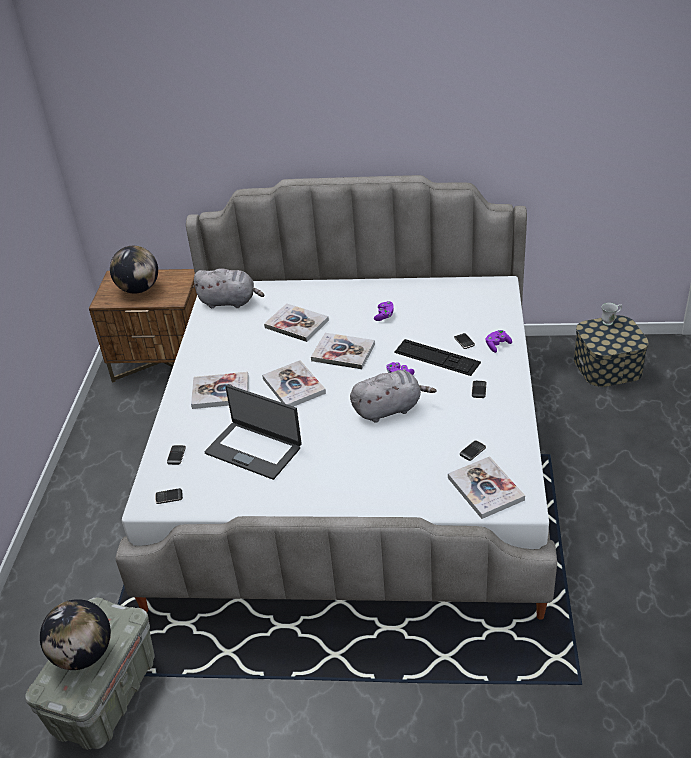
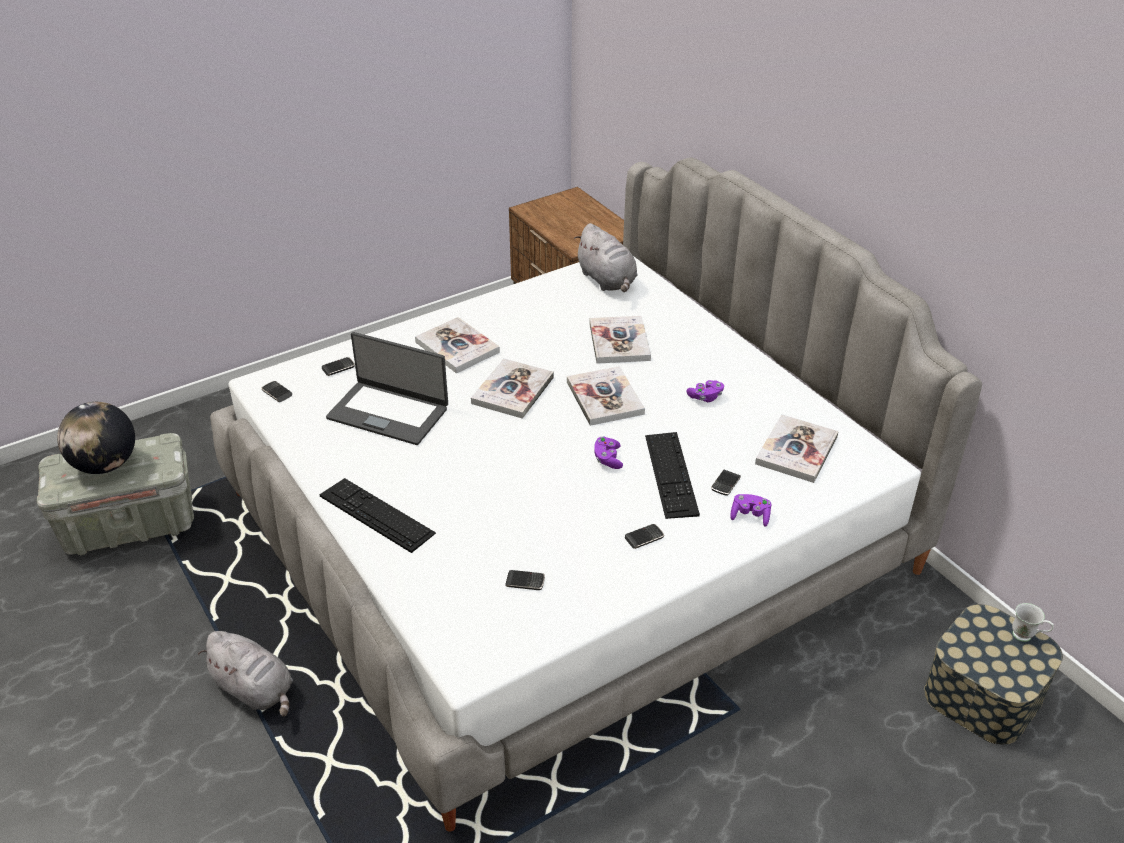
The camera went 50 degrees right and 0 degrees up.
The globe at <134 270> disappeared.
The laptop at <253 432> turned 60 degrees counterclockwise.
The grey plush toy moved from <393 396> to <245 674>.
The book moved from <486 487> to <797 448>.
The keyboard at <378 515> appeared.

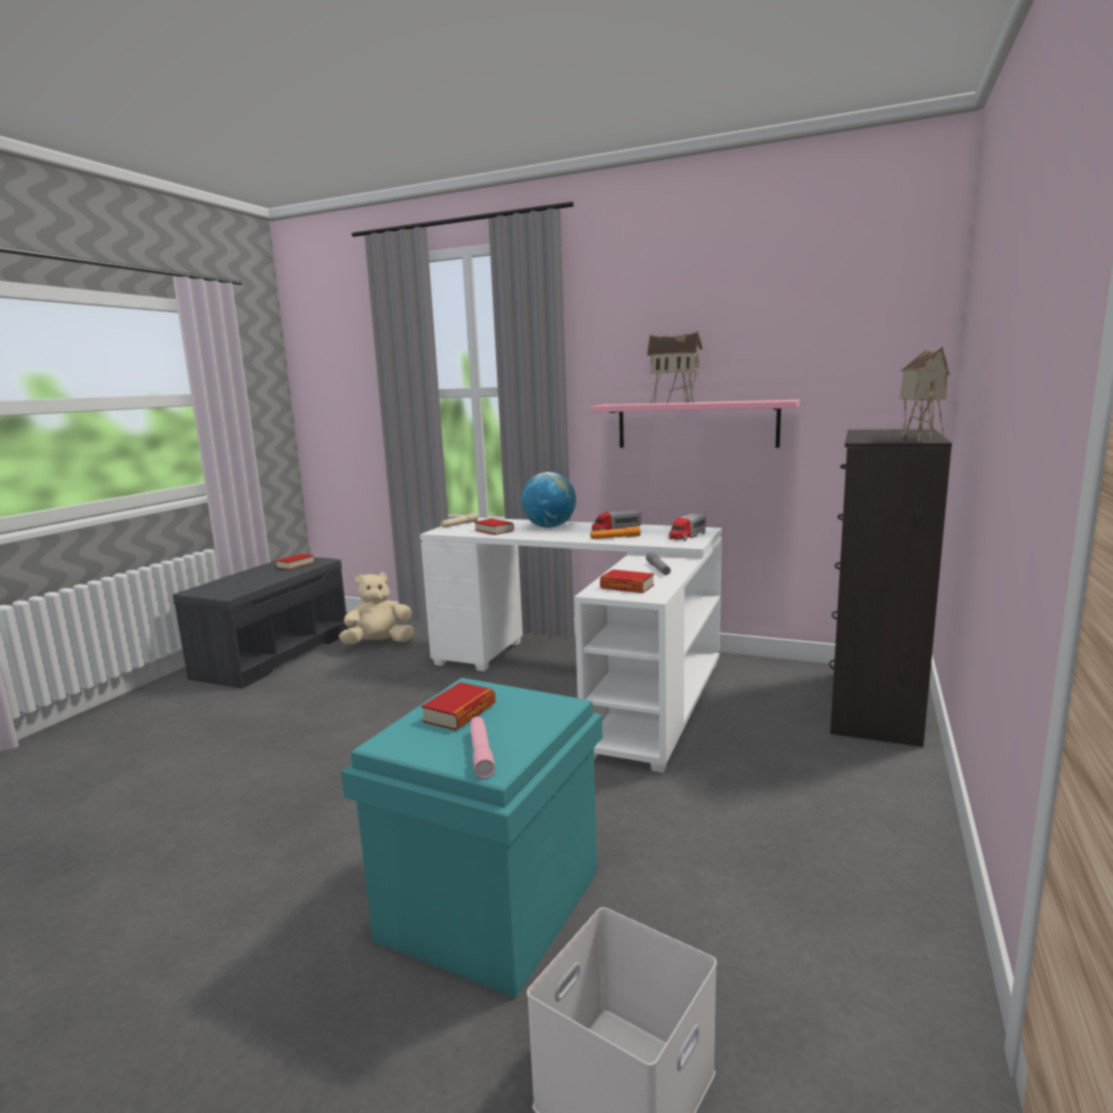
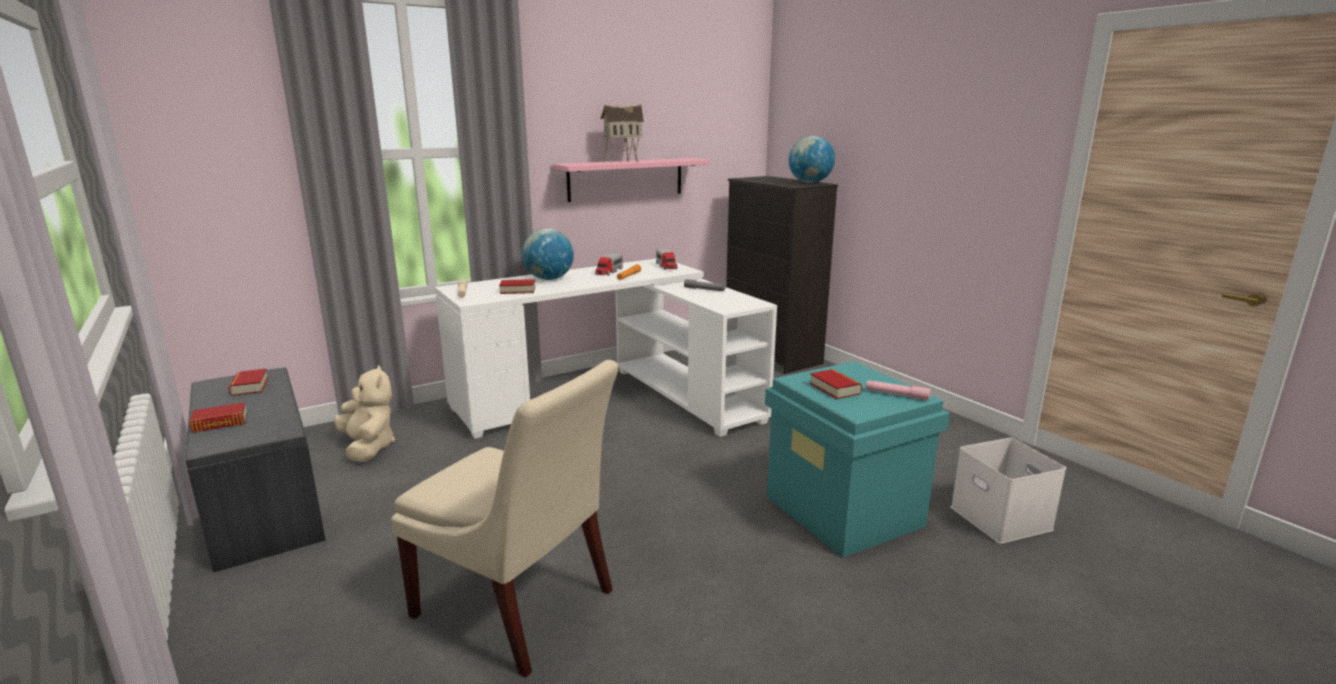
The camera went 55 degrees left and 5 degrees up.
The beige plush toy at <377 608> turned 135 degrees clockwise.
The book moved from <627 581> to <218 417>.
The toy house at <924 393> was replaced by the globe at <812 159>.
The beige chair at <504 518> appeared.

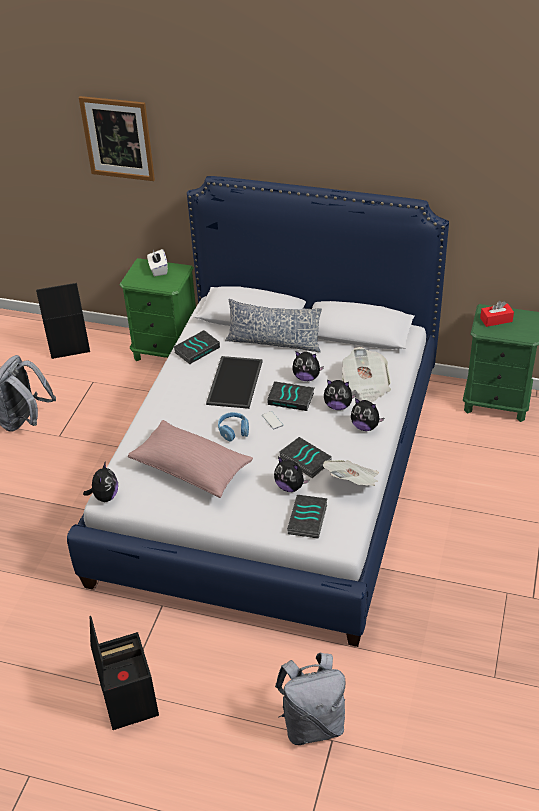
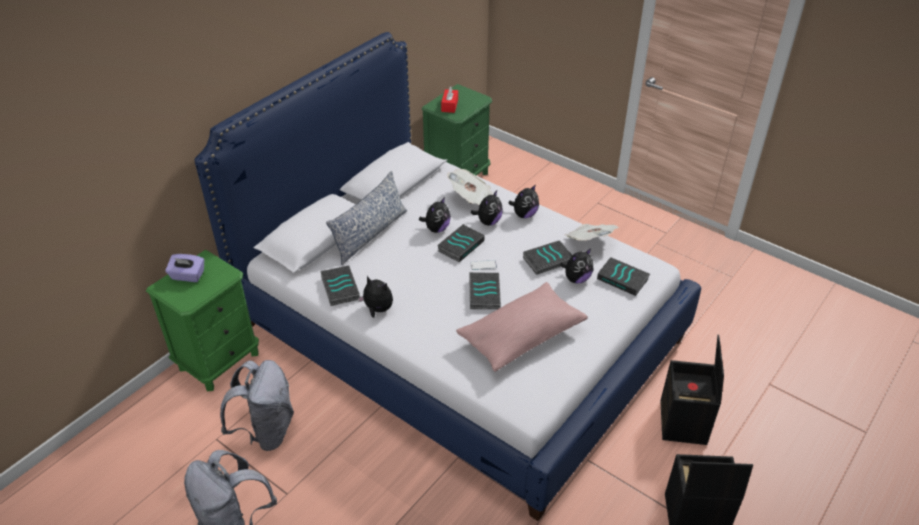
The camera went 70 degrees left and 0 degrees up.
The black storage box moved from <63 321> to <692 390>.
The picture at <117 138> disappeared.
The plush toy moved from <100 482> to <375 297>.
The white tissue box at <157 262> became the purple tissue box at <184 268>.
The tray at <234 382> disappeared.
The blue headphones at <233 427> was replaced by the book at <485 290>.
The grey backpack moved from <310 699> to <257 405>.

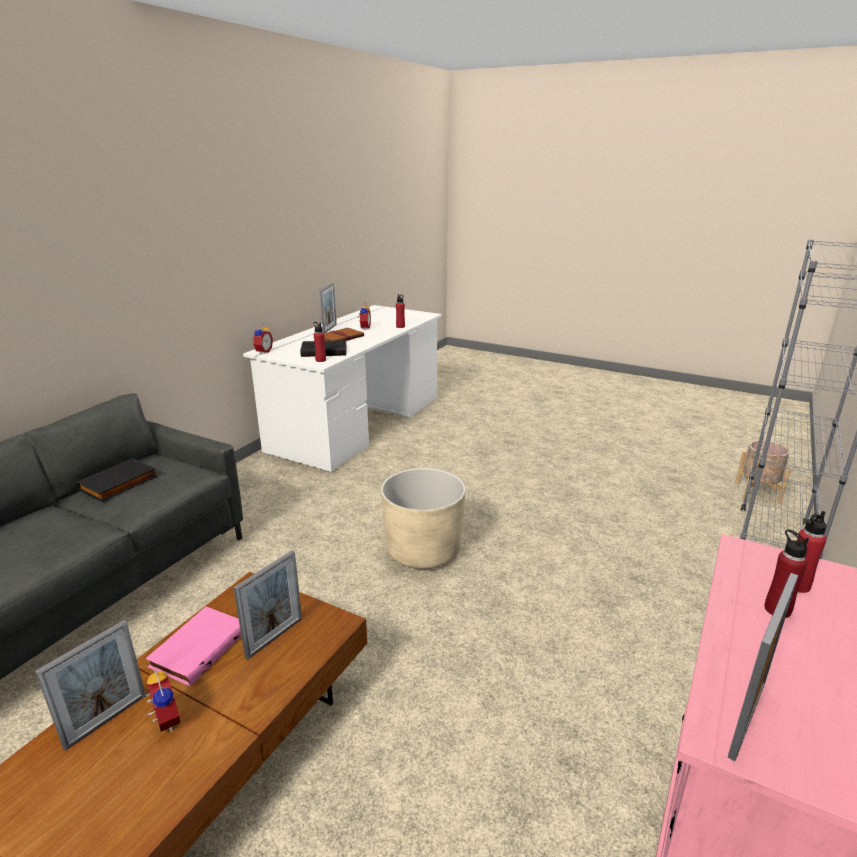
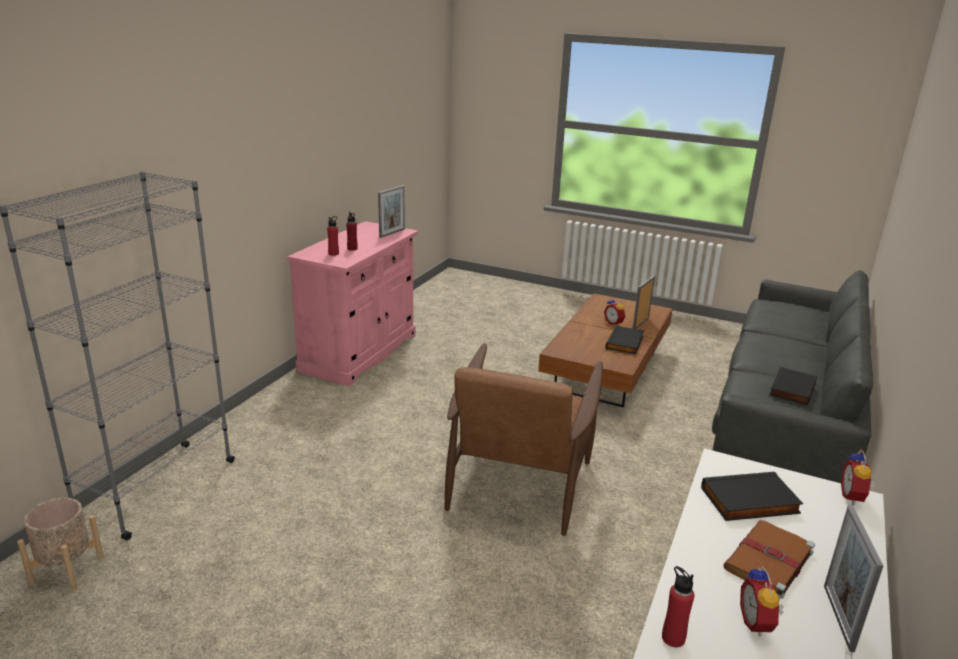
The camera went 175 degrees right and 0 degrees up.
The pink book at <193 646> became the black book at <625 339>.
The picture frame at <267 605> disappeared.
The red bottle at <319 342> disappeared.
The beige planter at <423 518> was replaced by the brown armchair at <524 439>.

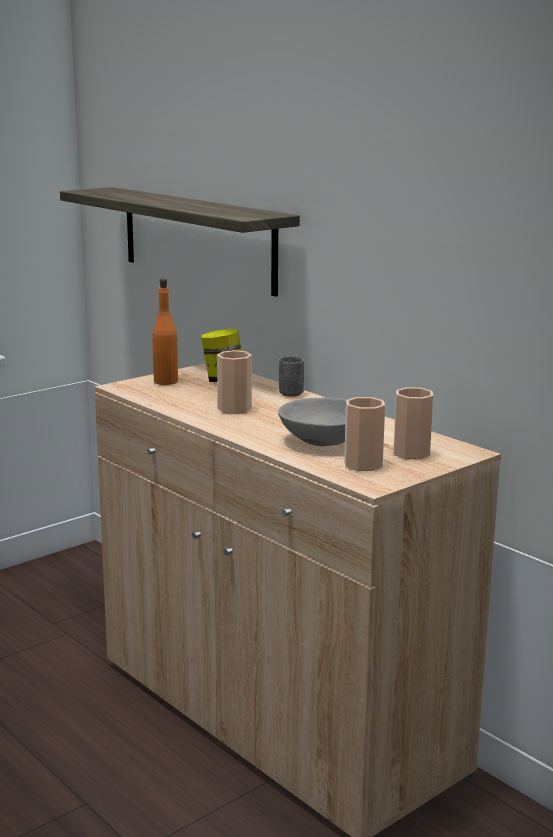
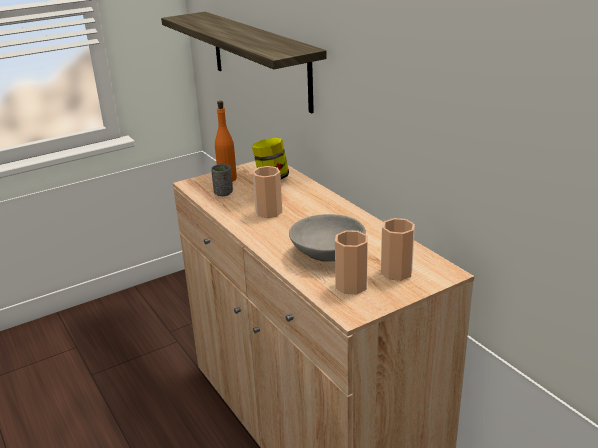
The camera went 10 degrees right and 10 degrees up.
The grey cup moved from <291 377> to <222 180>.

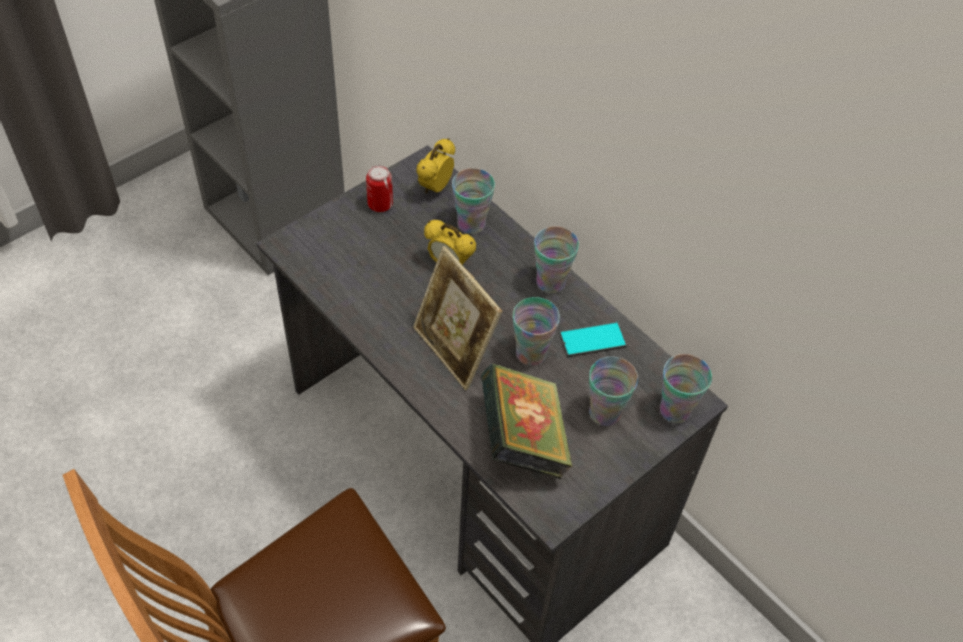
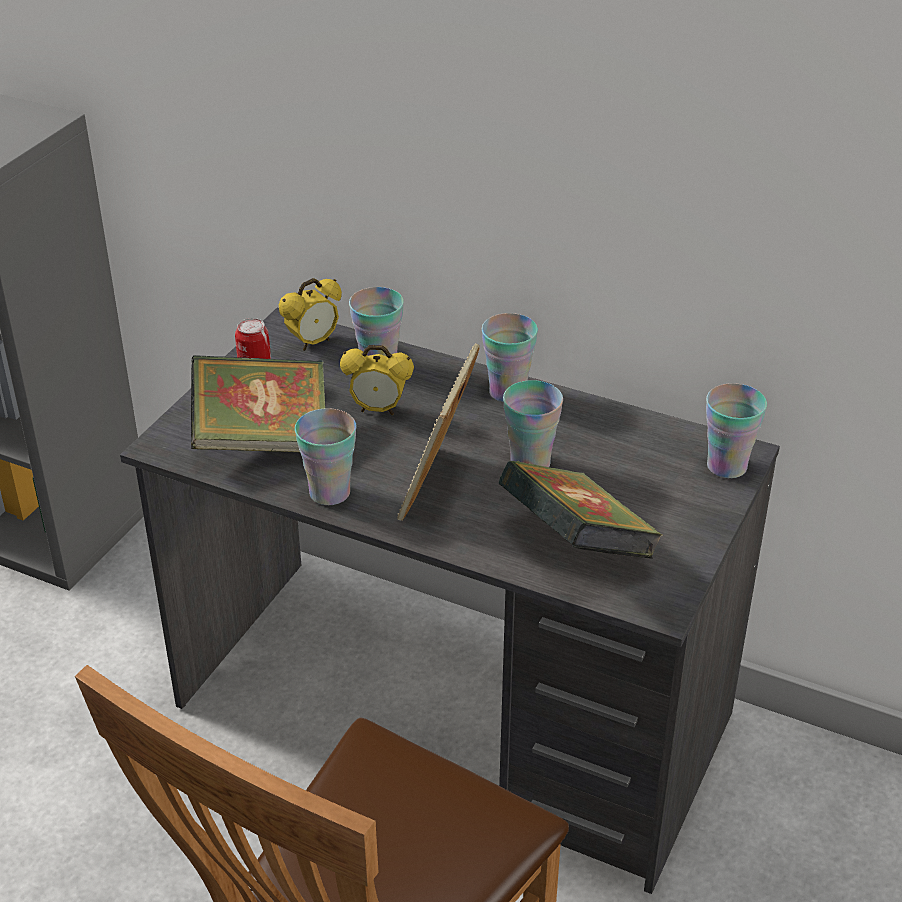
The camera went 20 degrees left and 15 degrees down.
The picture frame at <457 318> turned 75 degrees clockwise.
The alarm clock at <435 165> turned 135 degrees counterclockwise.
The phone at <594 339> disappeared.
The cup moved from <613 391> to <325 456>.
The book at <258 403> appeared.

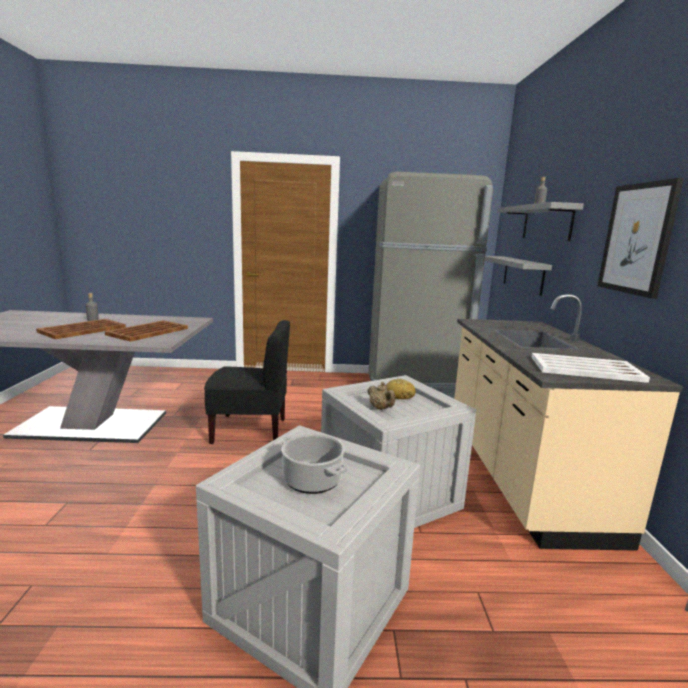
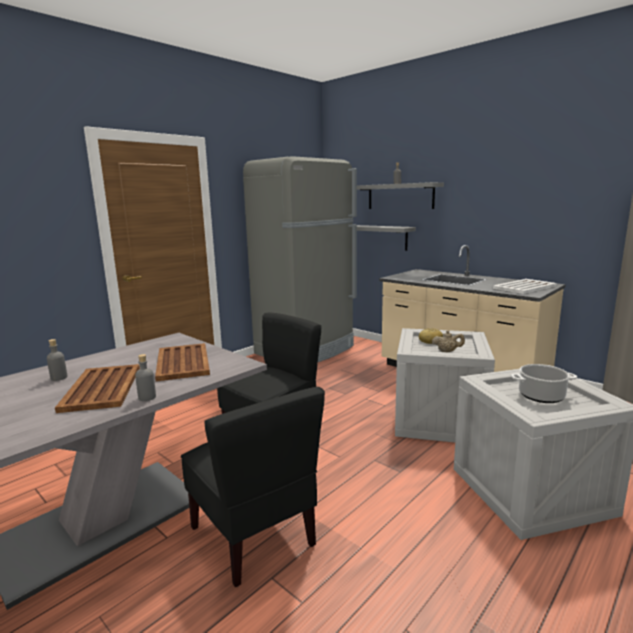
The camera went 45 degrees left and 0 degrees up.
The picture at <640 238> disappeared.
The grey bottle at <145 377> appeared.
The black chair at <253 487> appeared.

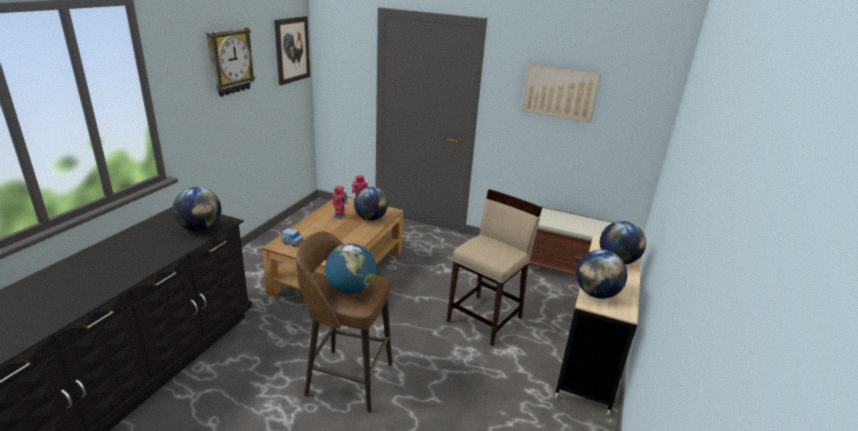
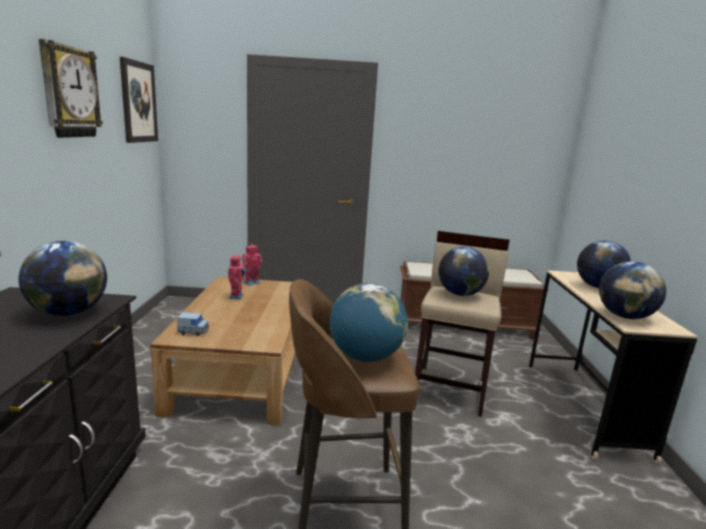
The camera went 20 degrees left and 10 degrees down.
The globe moved from <371 204> to <463 271>.
The picture at <561 93> disappeared.

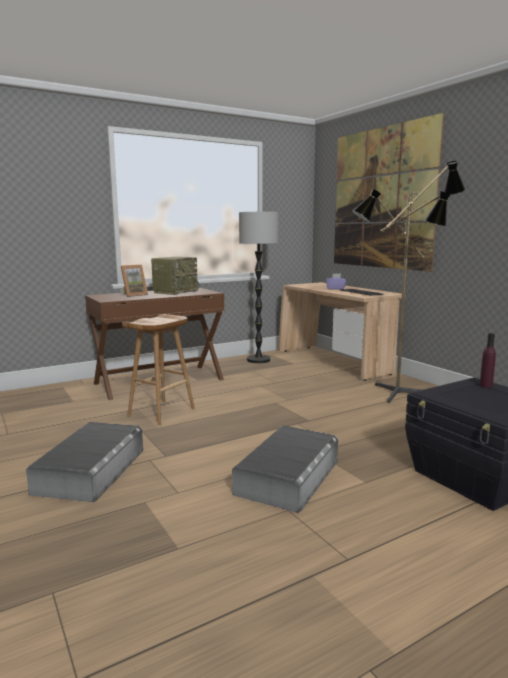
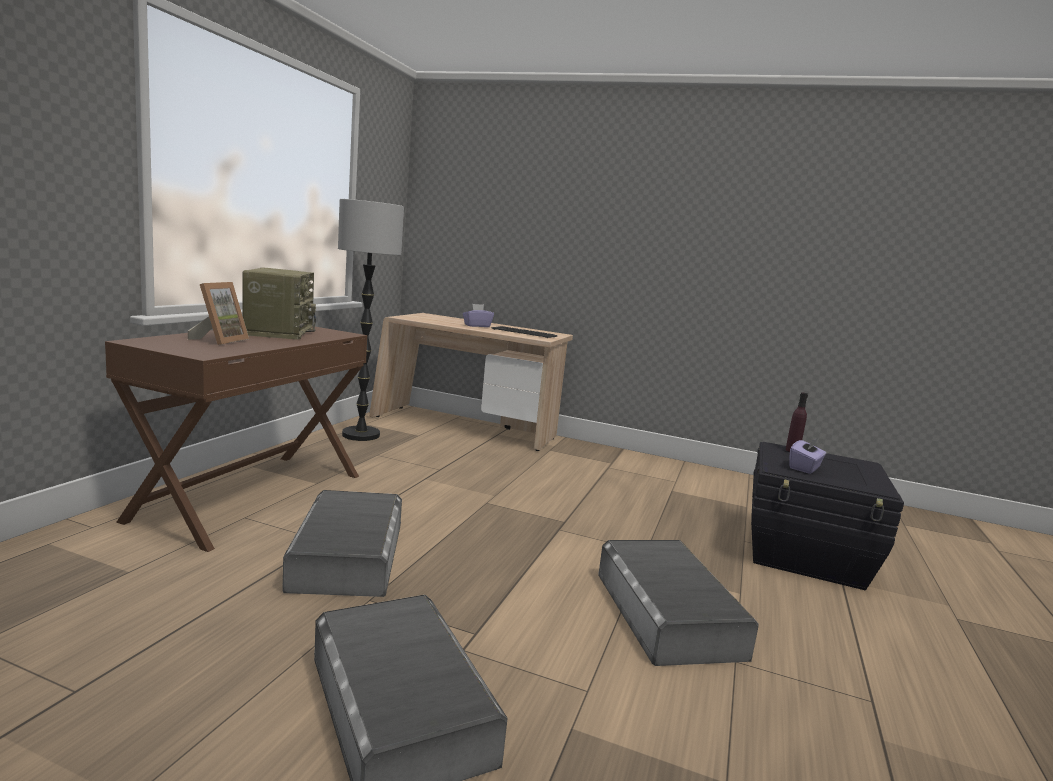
The camera went 40 degrees left and 0 degrees up.
The brown stool at <158 369> was replaced by the grey storage box at <342 543>.
The picture at <389 192> disappeared.
The floor lamp at <408 282> disappeared.
The purple tissue box at <808 456> appeared.

